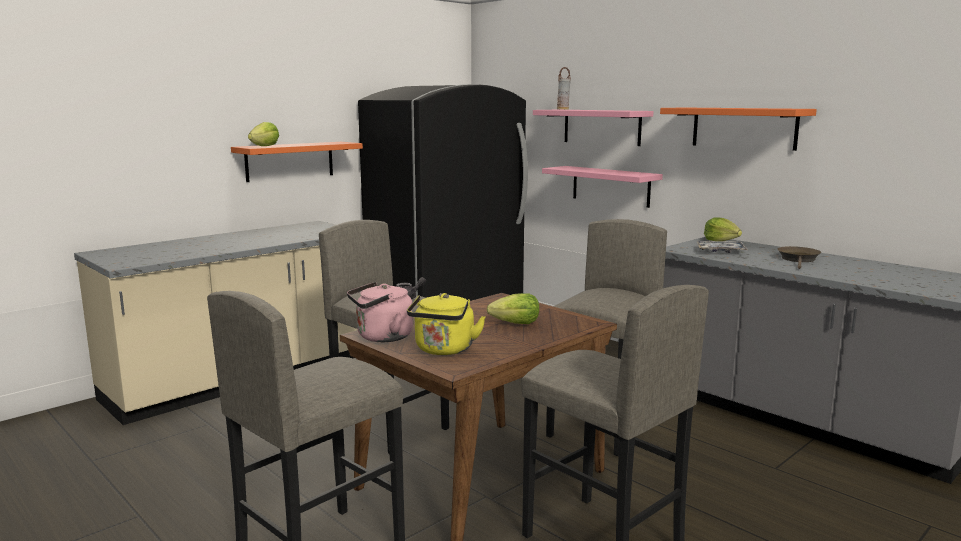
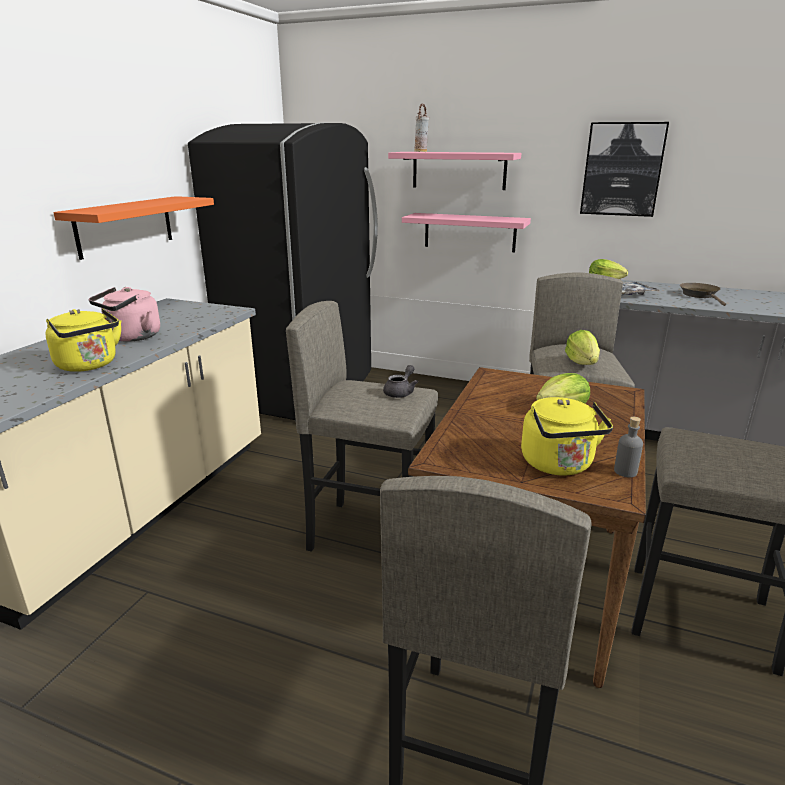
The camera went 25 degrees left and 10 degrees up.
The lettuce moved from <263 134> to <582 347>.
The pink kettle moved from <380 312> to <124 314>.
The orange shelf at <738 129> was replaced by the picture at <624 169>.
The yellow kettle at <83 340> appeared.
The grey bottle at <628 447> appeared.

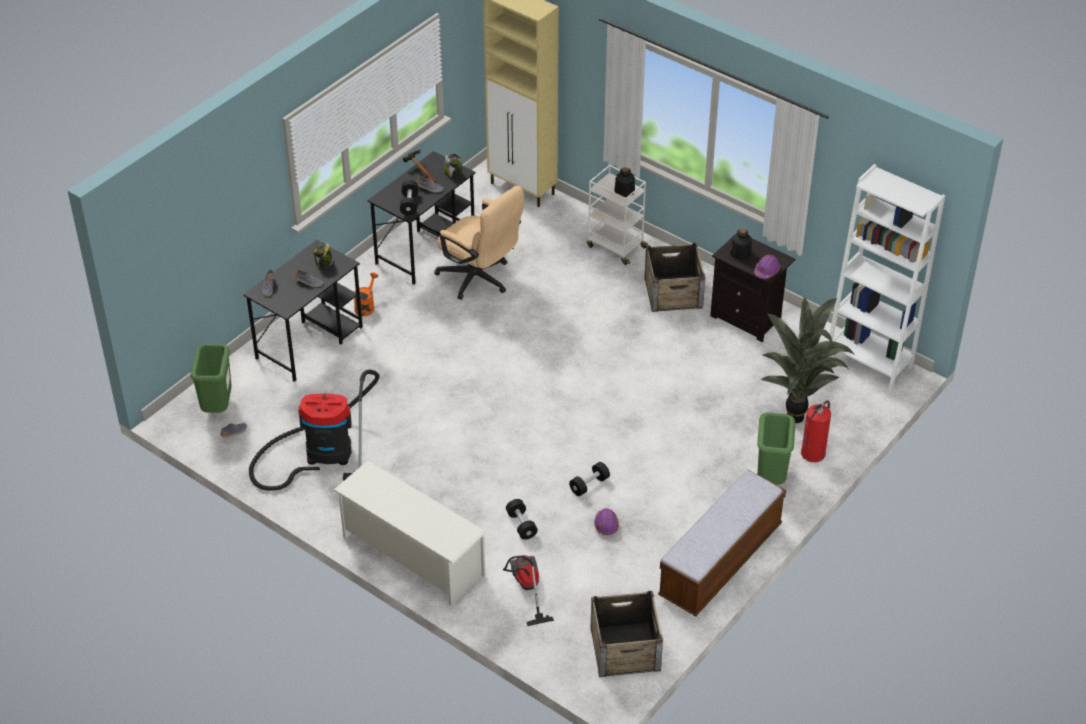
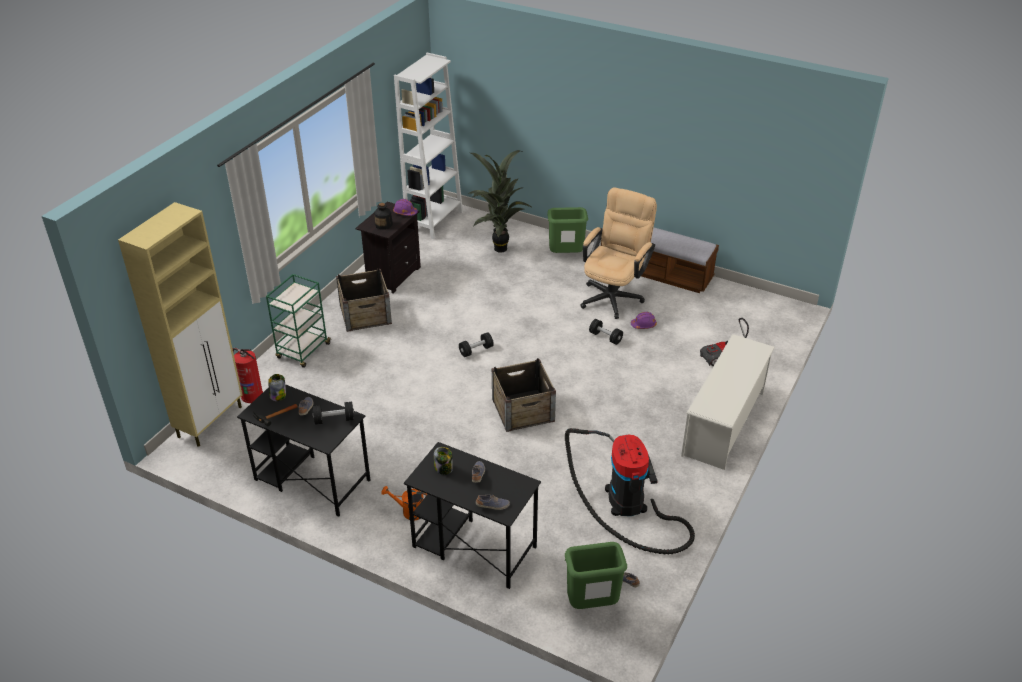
The camera went 100 degrees left and 5 degrees down.
The beige office chair moved from <479 243> to <618 253>.
The black dumbbell moved from <522 519> to <476 344>.
The white cart at <618 215> became the green cart at <299 321>.
The crate moved from <627 634> to <524 395>.
The bottle at <624 182> disappeared.
The fire extinguisher moved from <816 431> to <248 375>.

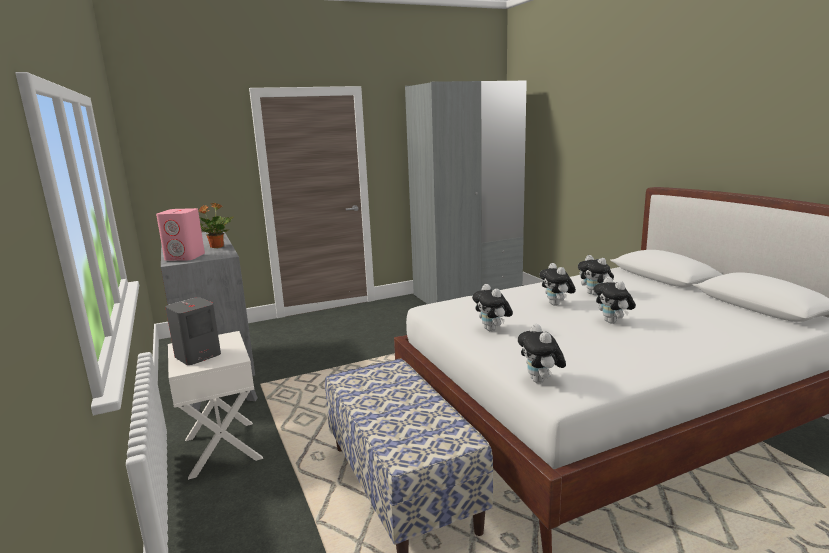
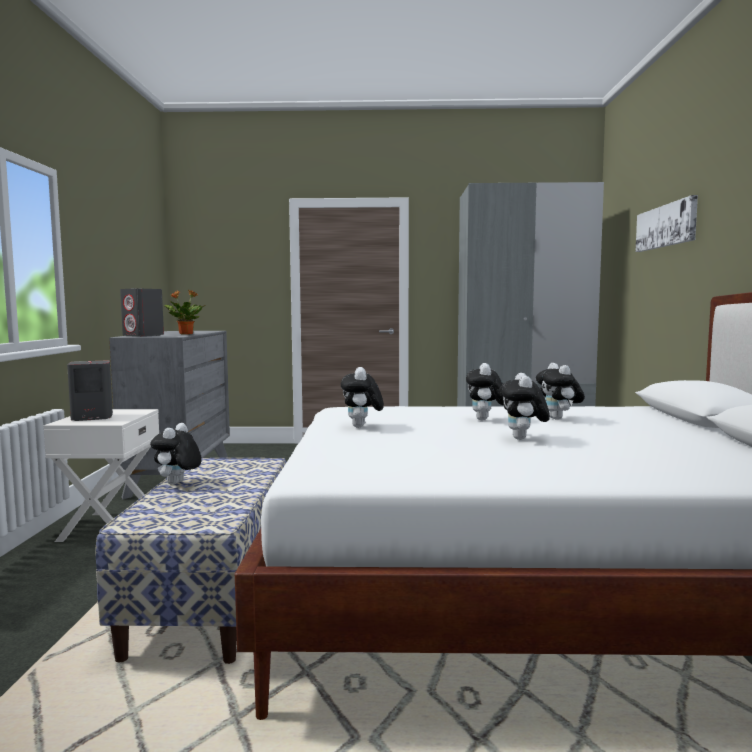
The camera went 25 degrees right and 10 degrees down.
The pink speaker at <180 234> became the grey speaker at <142 312>.
The plush toy moved from <542 353> to <176 454>.
The picture at <666 223> appeared.

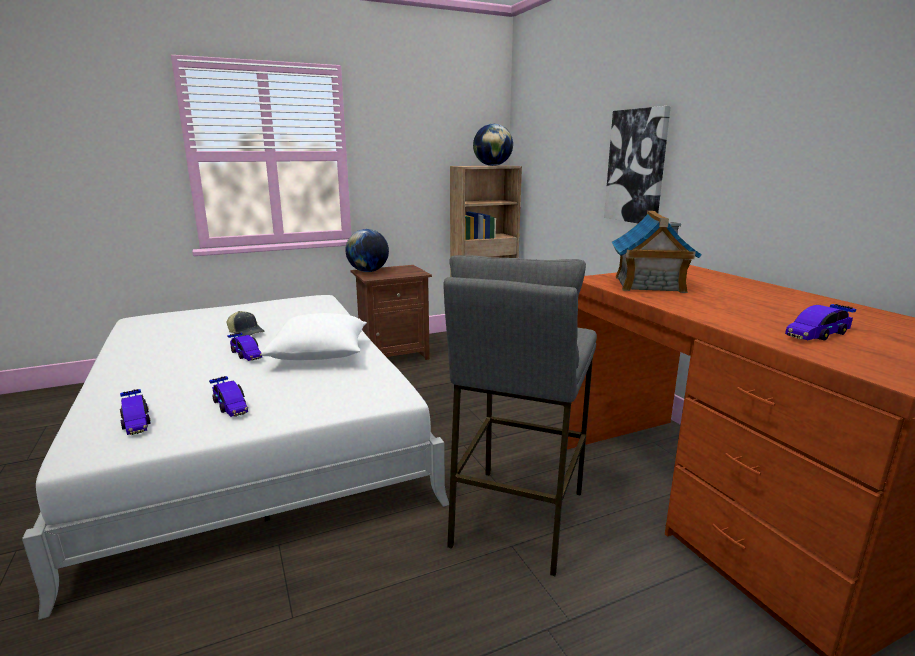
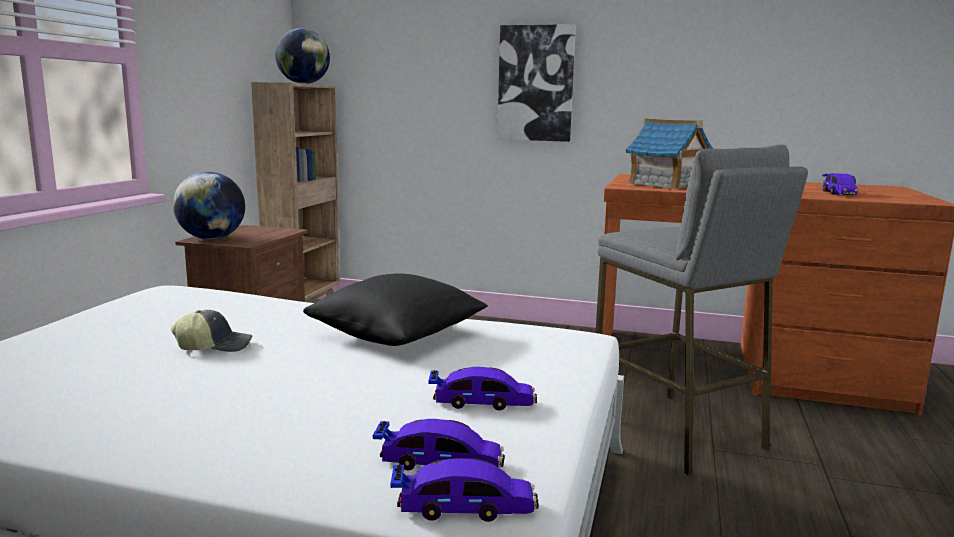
The camera went 50 degrees left and 5 degrees down.
The toy car moved from <244 346> to <464 490>.
The white pillow at <314 336> became the black pillow at <395 309>.

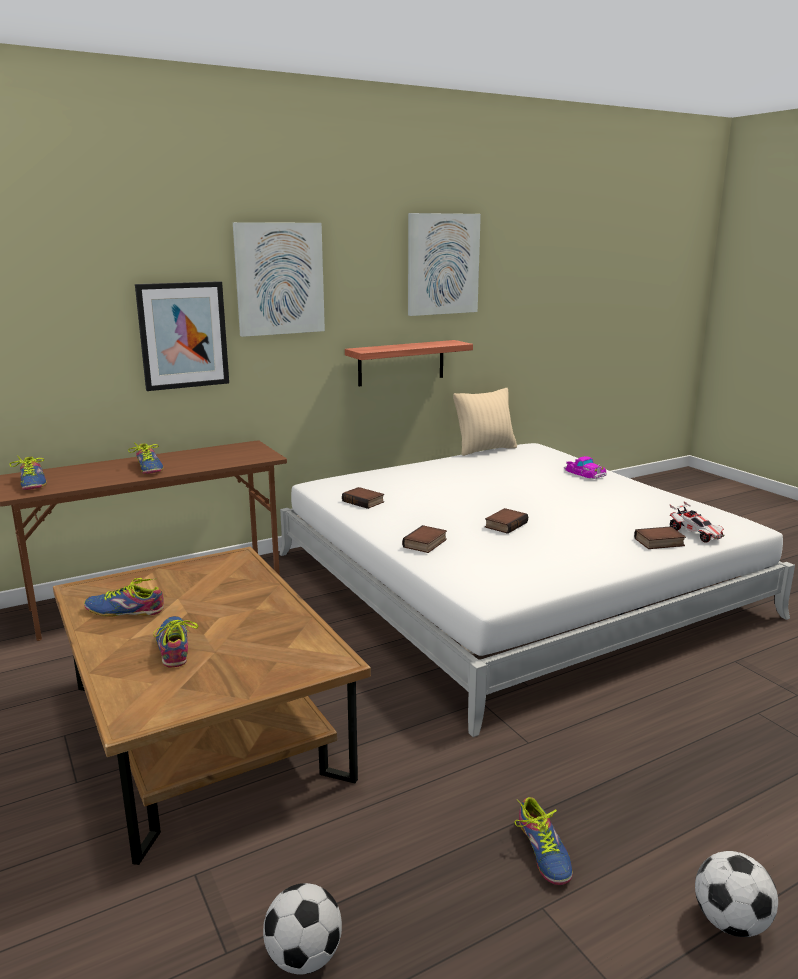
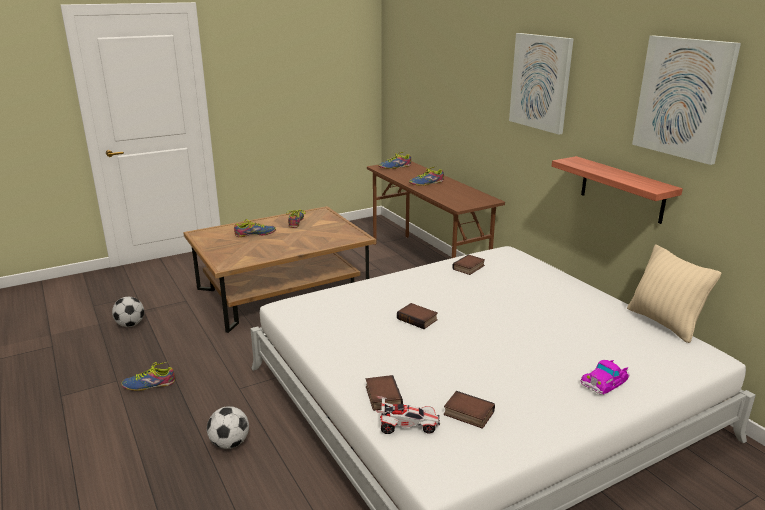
The camera went 90 degrees right and 5 degrees up.
The picture at <182 336> disappeared.
The book moved from <424 539> to <469 410>.
The toy car at <697 522> turned 150 degrees counterclockwise.
The football moved from <736 894> to <228 427>.

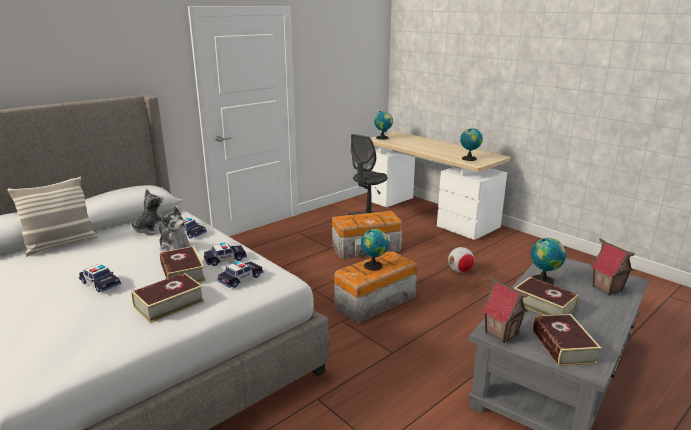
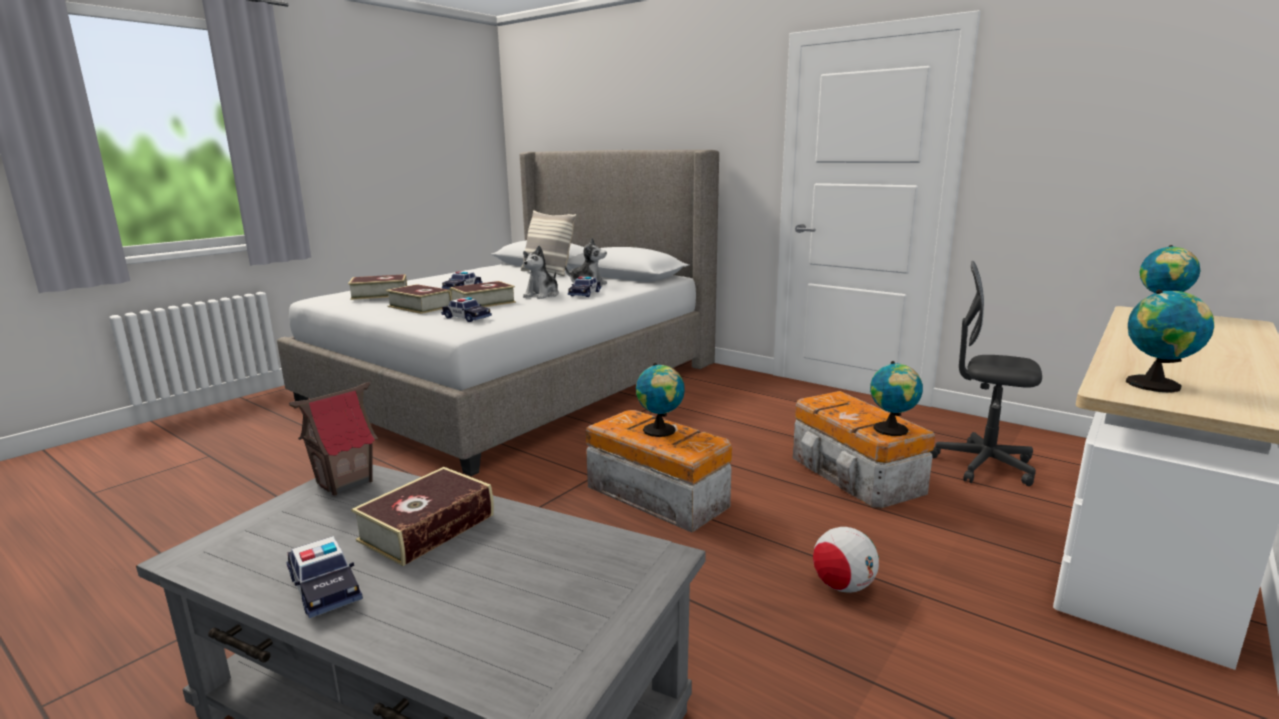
The camera went 80 degrees right and 5 degrees down.
The toy car moved from <225 254> to <324 577>.
The globe moved from <548 261> to <896 398>.
The book moved from <567 340> to <377 287>.
The toy house at <612 267> disappeared.

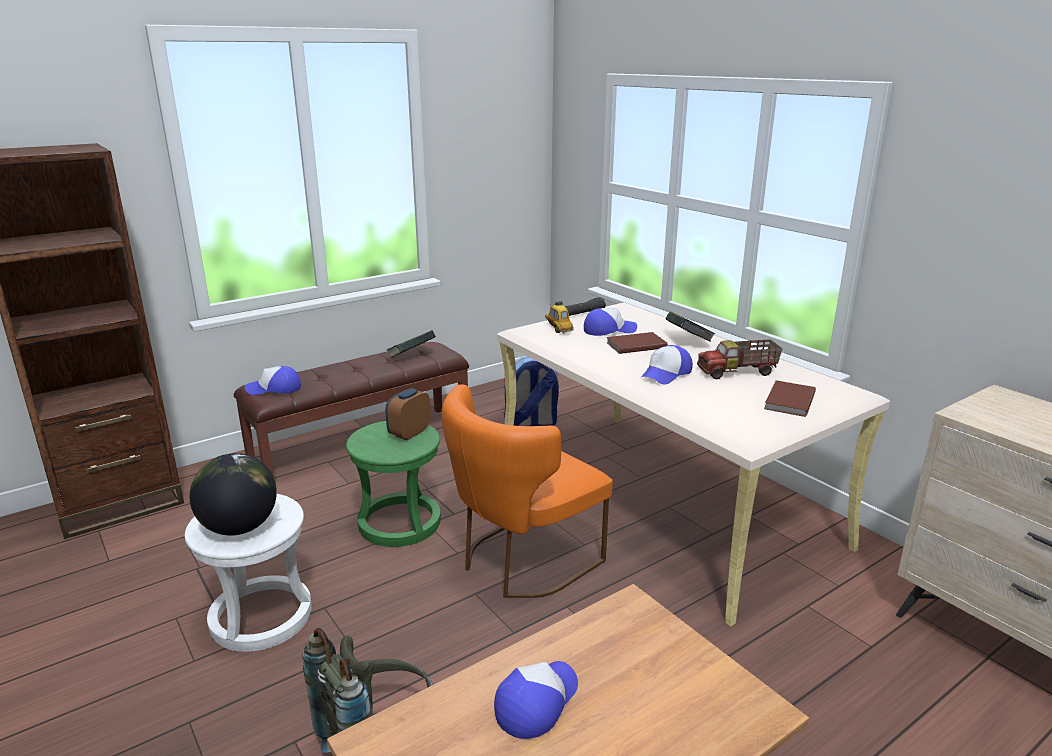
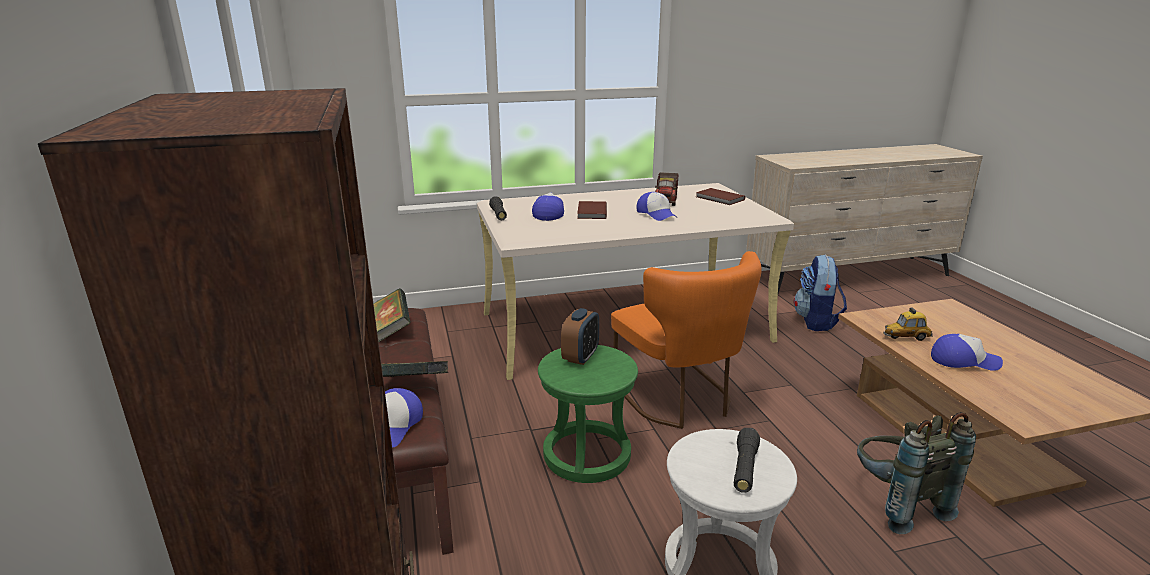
The camera went 70 degrees left and 0 degrees up.
The globe at <233 494> was replaced by the black flashlight at <746 460>.
The alarm clock at <408 414> turned 120 degrees counterclockwise.
The cap at <536 700> turned 135 degrees clockwise.
The backpack moved from <531 391> to <820 293>.
The toy car moved from <559 317> to <908 324>.
The book moved from <690 326> to <414 369>.

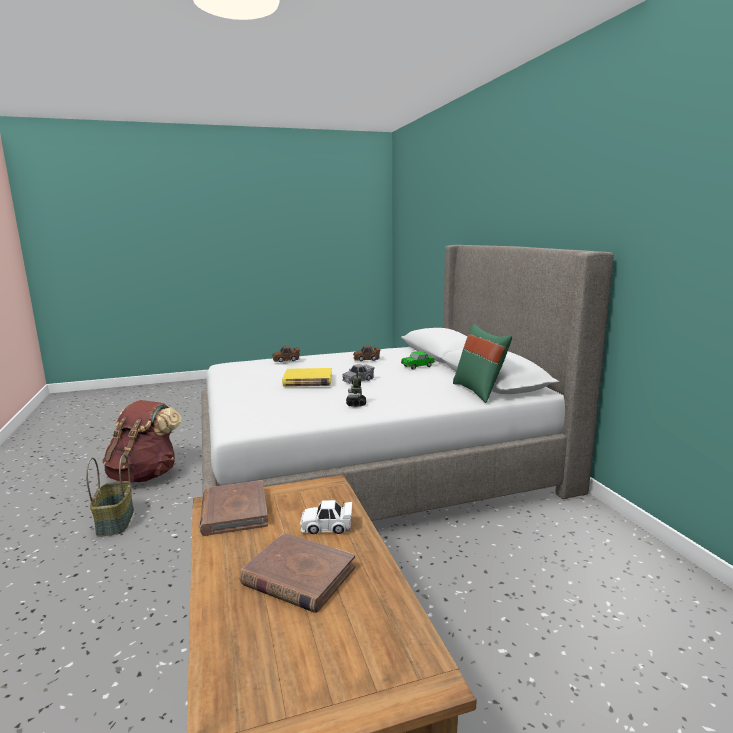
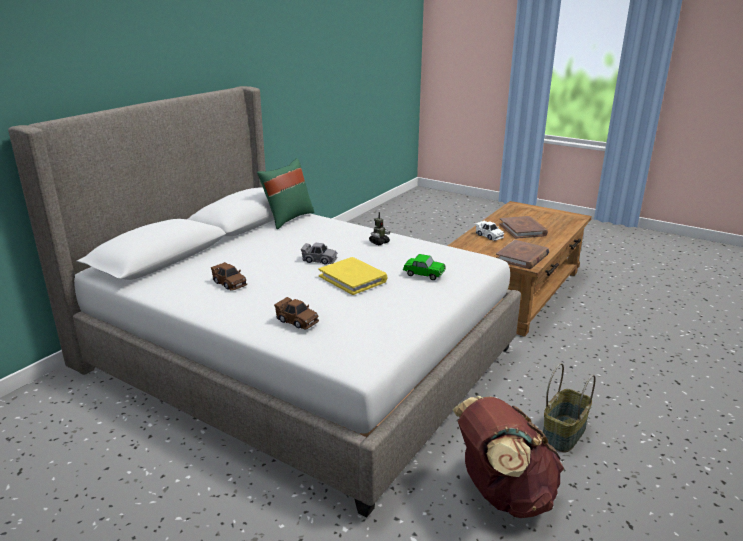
The camera went 130 degrees left and 10 degrees up.
The toy car moved from <418 360> to <424 267>.

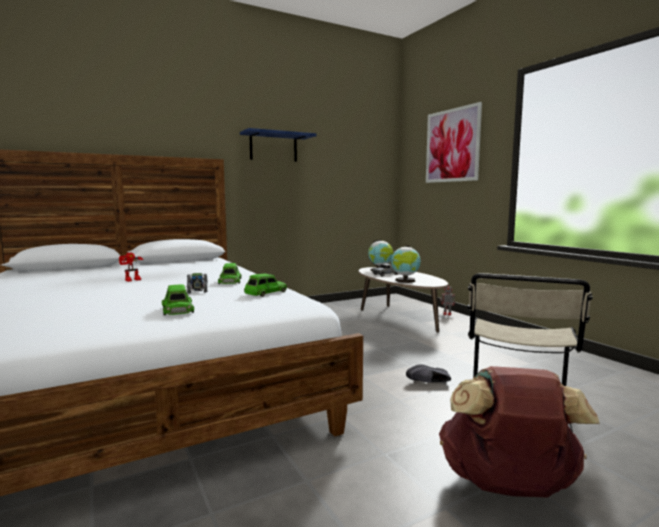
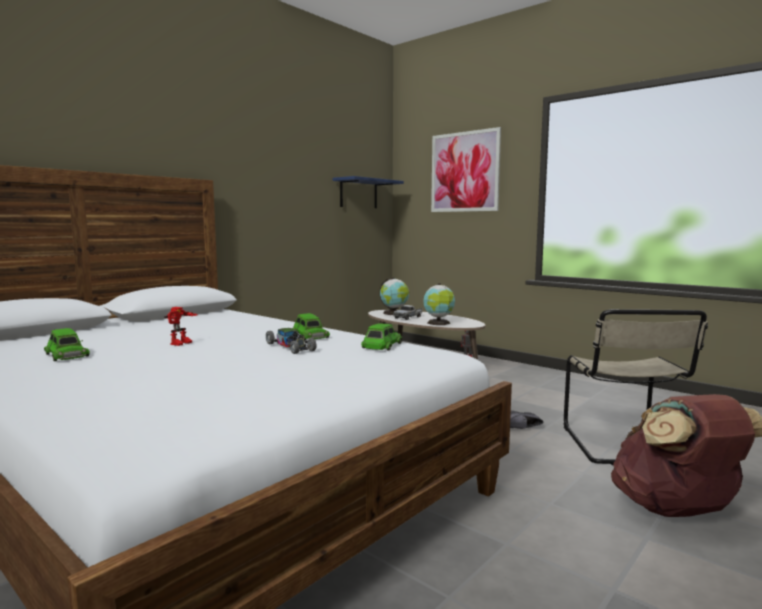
The camera went 20 degrees left and 0 degrees up.
The green toy car moved from <178 299> to <67 344>.
The blue shelf moved from <278 145> to <368 192>.

